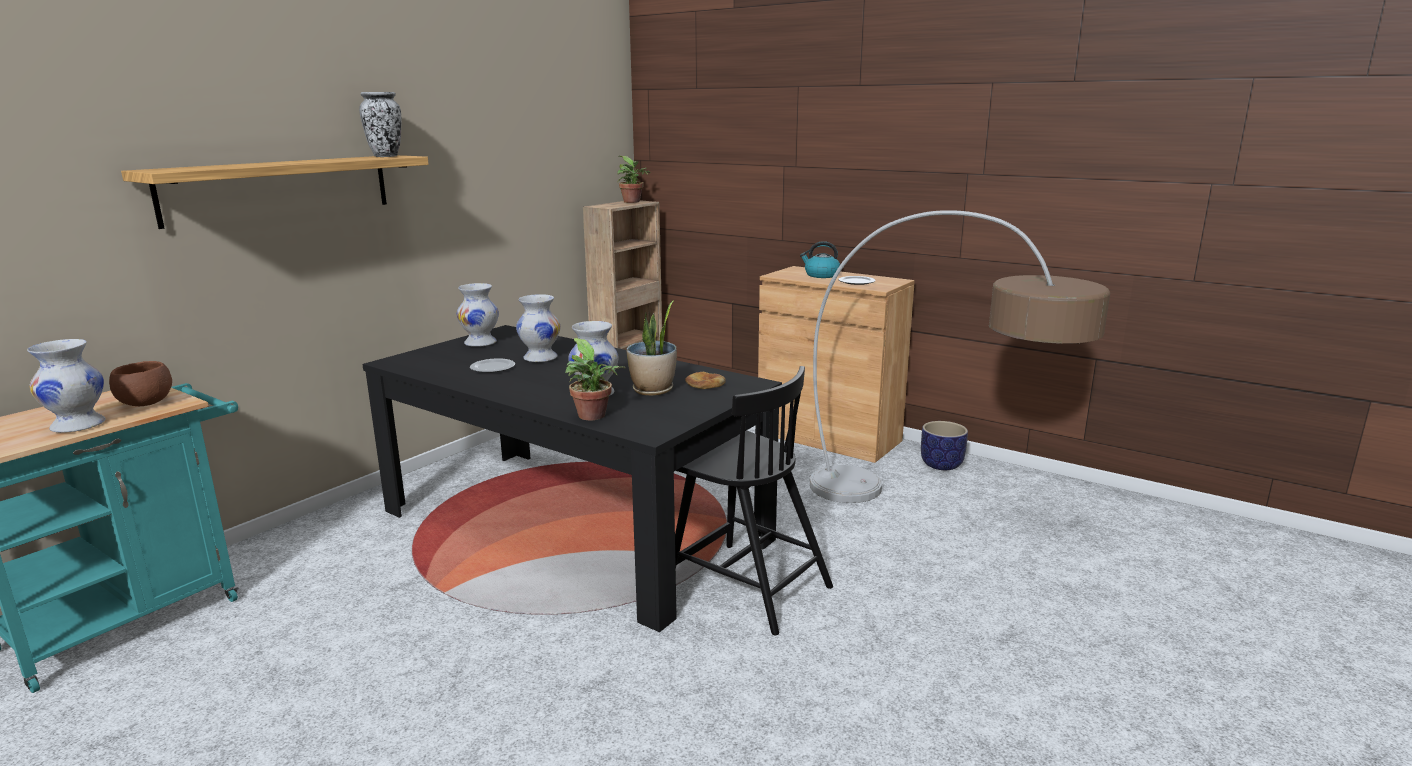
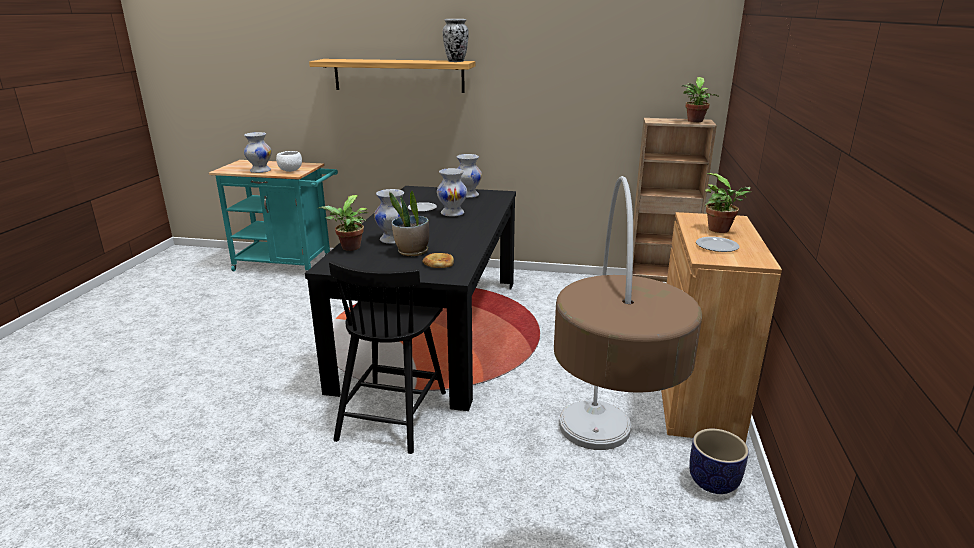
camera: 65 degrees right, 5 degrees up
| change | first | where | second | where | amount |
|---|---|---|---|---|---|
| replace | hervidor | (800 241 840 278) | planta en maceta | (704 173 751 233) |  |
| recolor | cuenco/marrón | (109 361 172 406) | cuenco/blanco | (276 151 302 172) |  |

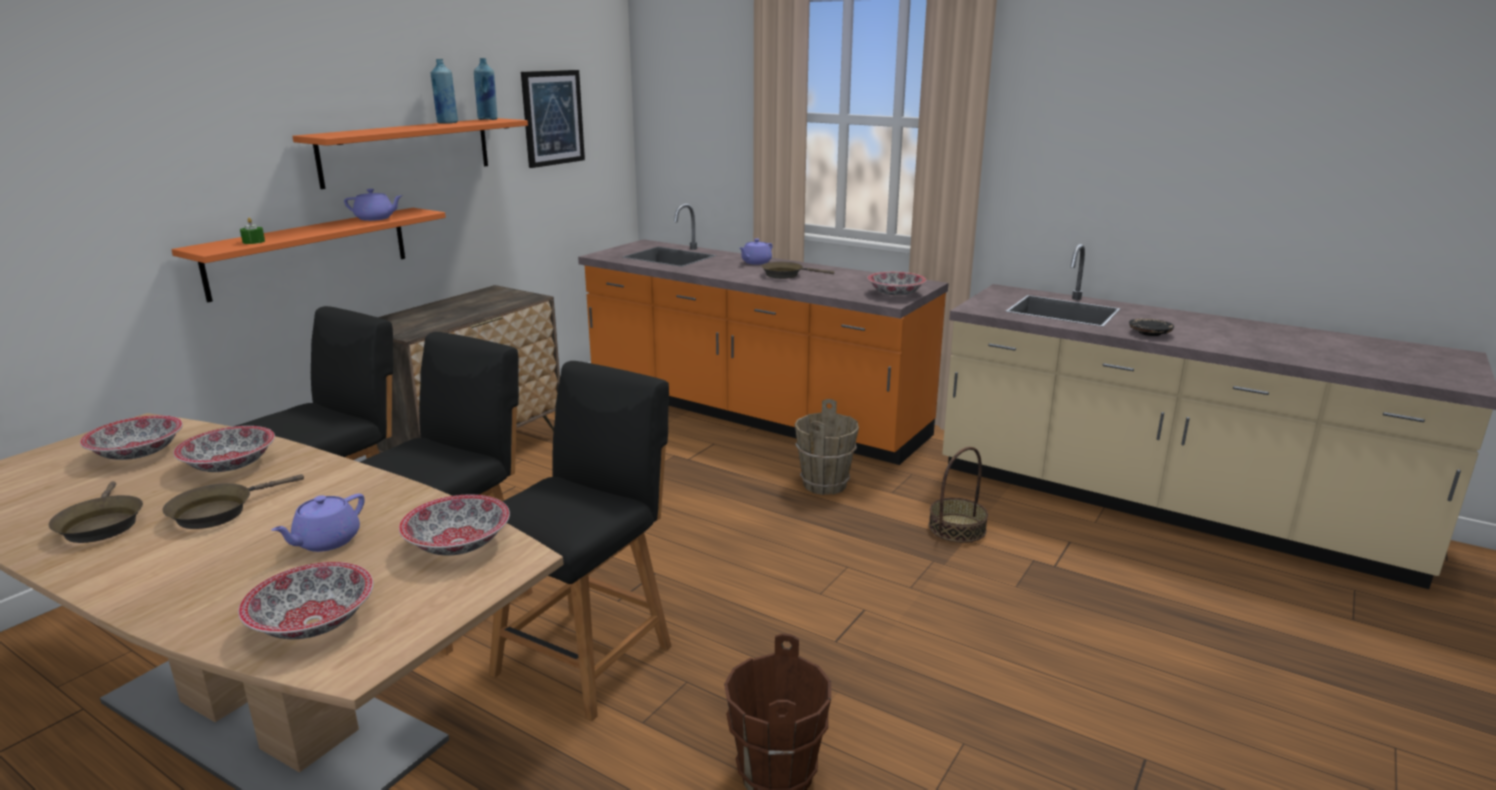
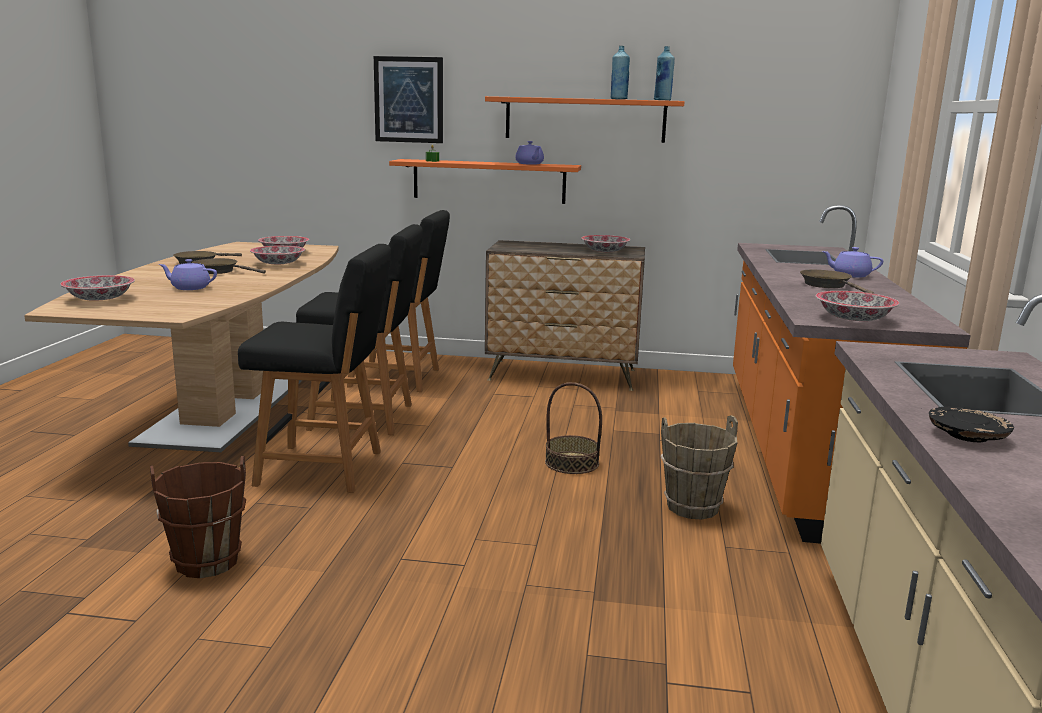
camera: 65 degrees right, 5 degrees down
| change | first | where | second | where | amount |
|---|---|---|---|---|---|
| move | cuadro | (521 70 585 168) |  | (374 56 443 143) |  |
| move | cesta | (928 447 988 543) |  | (545 382 602 474) |  |
| move | cuenco | (399 495 510 556) |  | (581 235 630 252) |  |

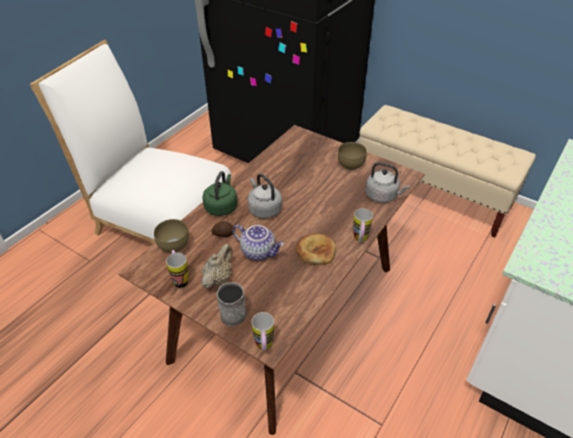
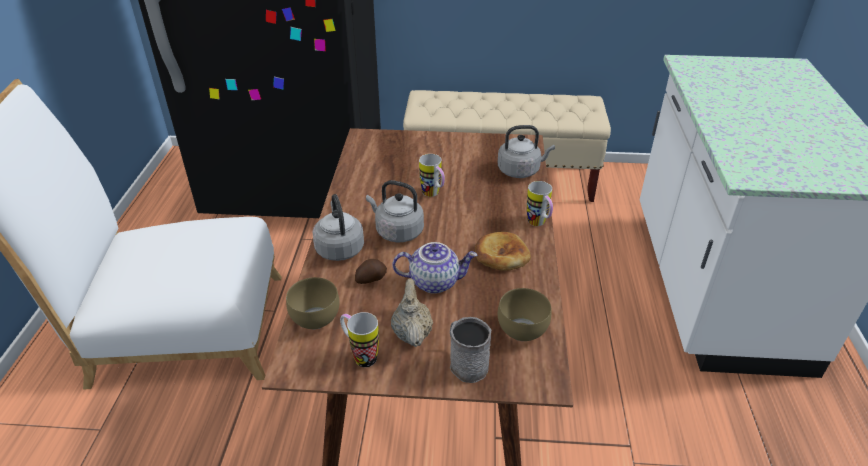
camera: 30 degrees left, 5 degrees down
| change | first | where | second | where | amount |
|---|---|---|---|---|---|
| move | cuenco/marrón | (338 142 367 170) |  | (498 288 551 341) |  |
| recolor | hervidor/verde | (202 171 238 216) | hervidor/gris | (313 194 364 261) |  |
| move | taza grande | (252 312 274 350) |  | (419 154 445 197) |  |

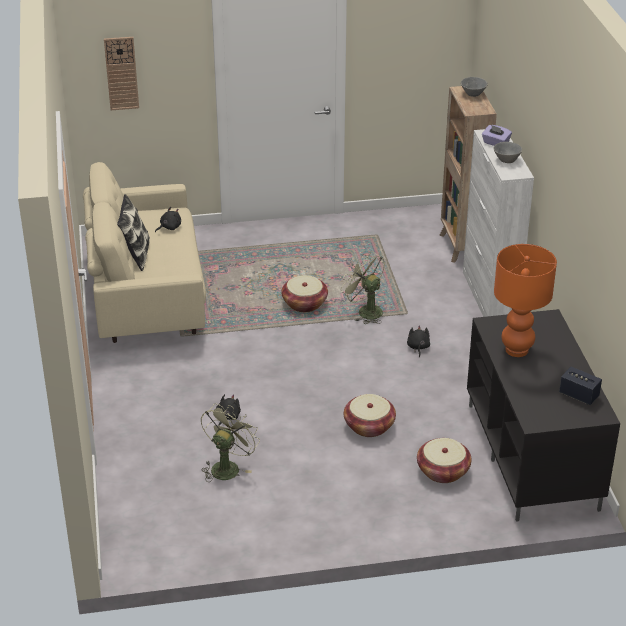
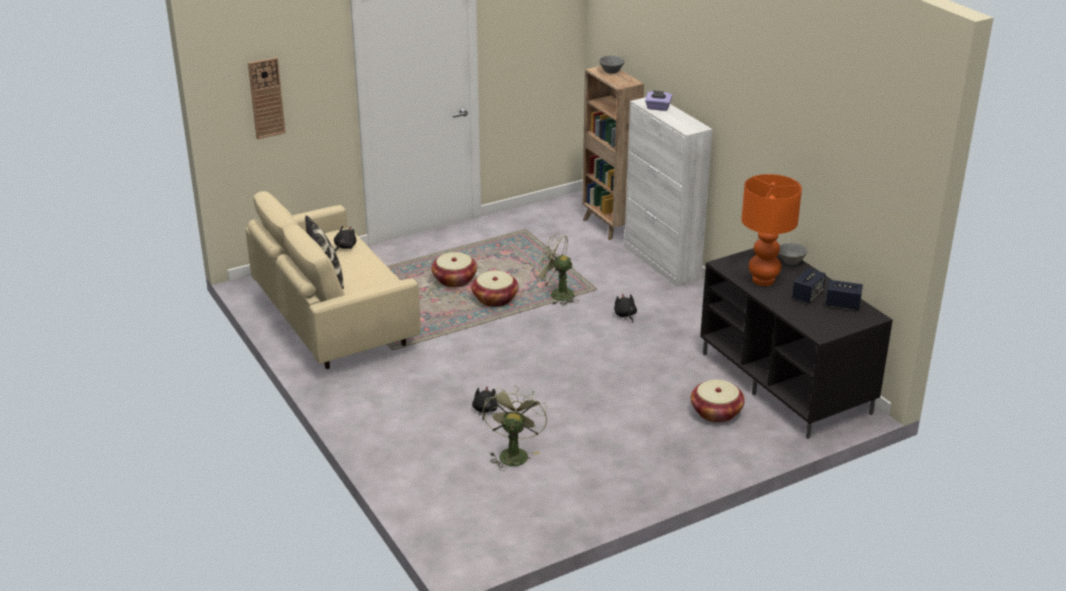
camera: 20 degrees left, 5 degrees down
| change | first | where | second | where | amount |
|---|---|---|---|---|---|
| move | cuenco/gris | (493 142 522 163) |  | (779 243 808 265) |  |
| move | cesta | (344 394 396 437) |  | (431 252 477 287) |  |
| insert |  |  | altavoz | (792 268 826 303) |  |

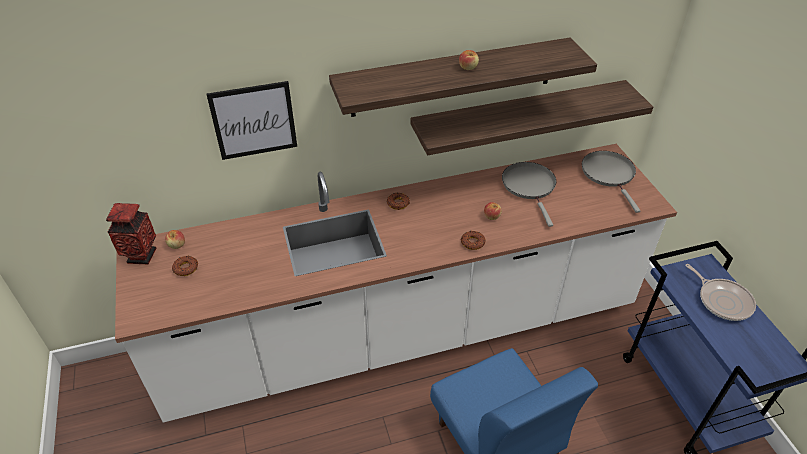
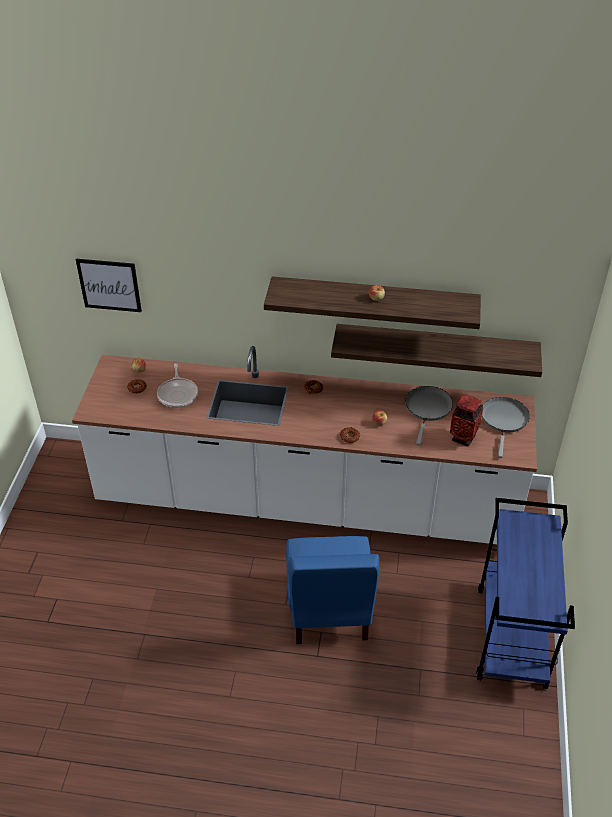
camera: 25 degrees right, 0 degrees up
| change | first | where | second | where | amount |
|---|---|---|---|---|---|
| move | cuadro | (207 81 297 160) |  | (76 259 142 312) |  |
| move | florero | (106 203 156 265) |  | (450 394 483 447) |  |
| move | sartén | (685 264 756 321) |  | (157 363 198 408) |  |

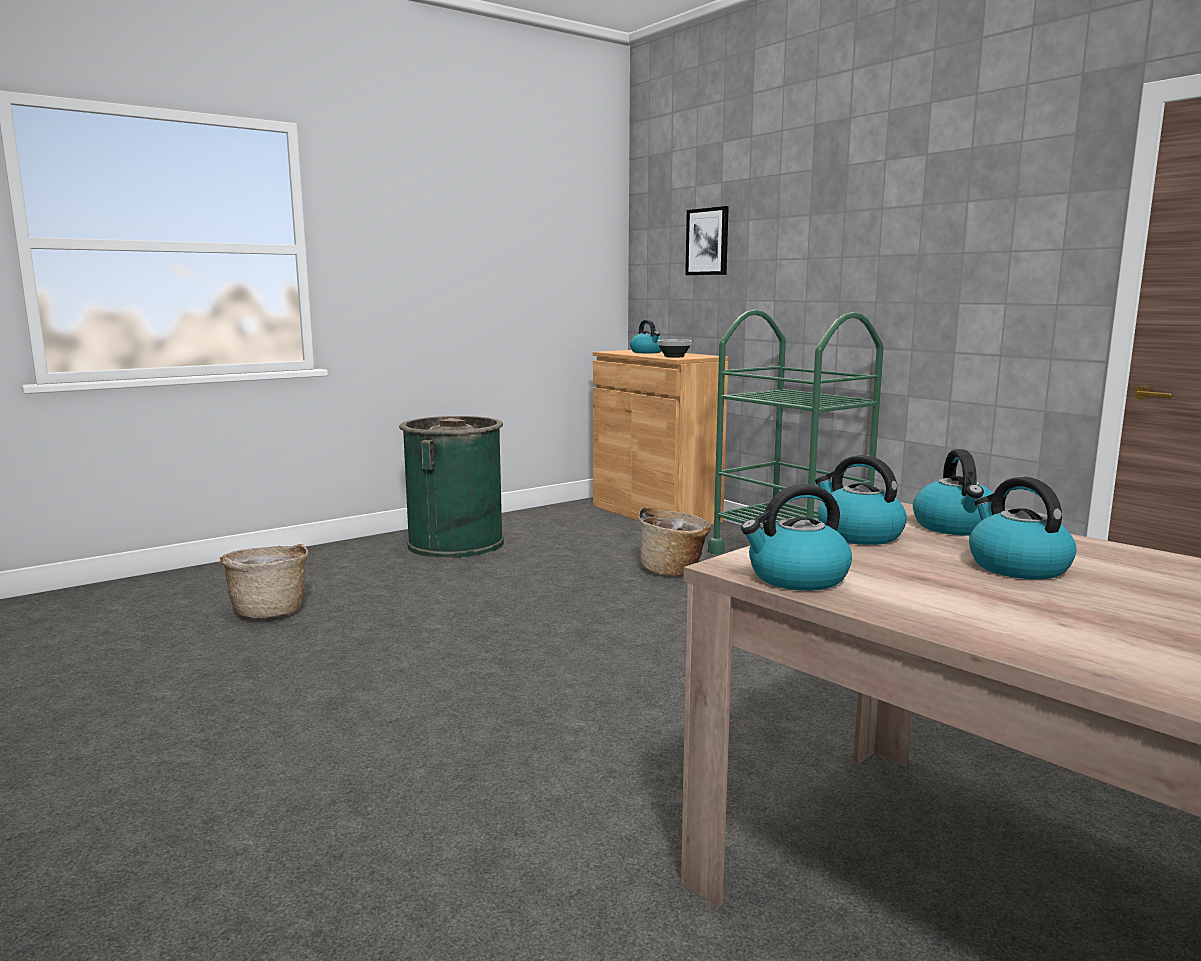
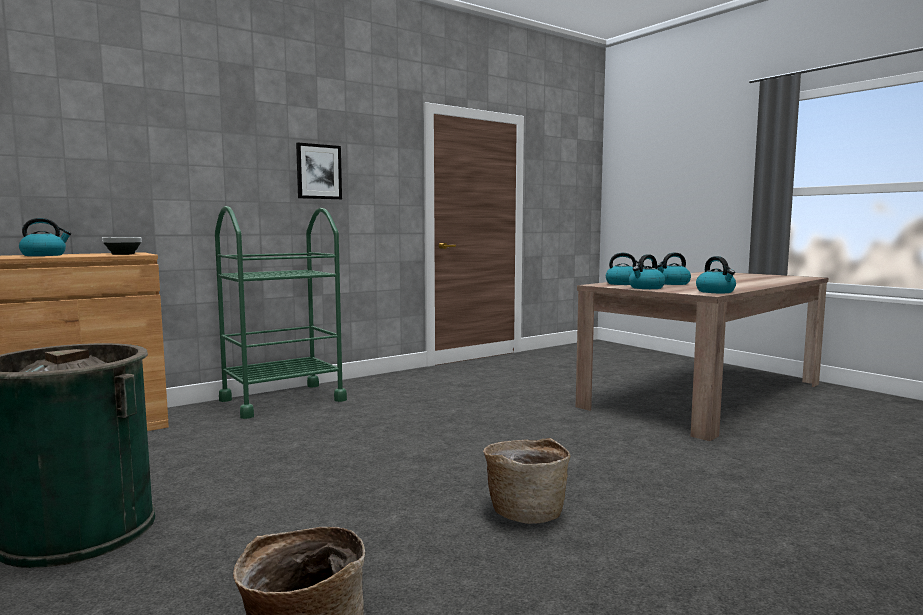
camera: 90 degrees left, 5 degrees down
| change | first | where | second | where | amount |
|---|---|---|---|---|---|
| move | cuadro | (685 206 729 275) |  | (296 142 342 200) |  |
| move | cesta | (638 507 711 575) |  | (483 438 570 524) |  |

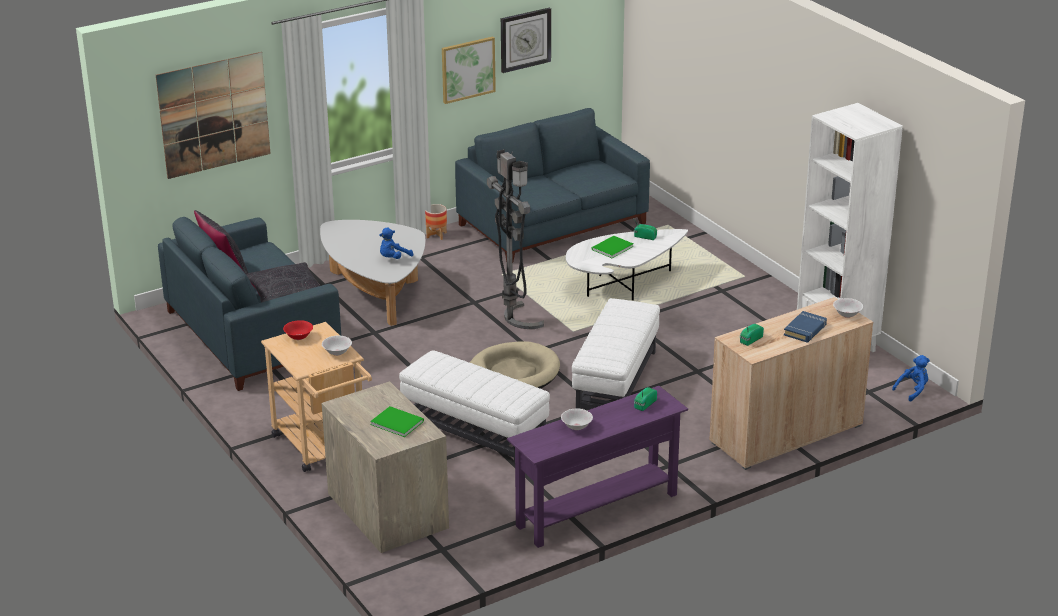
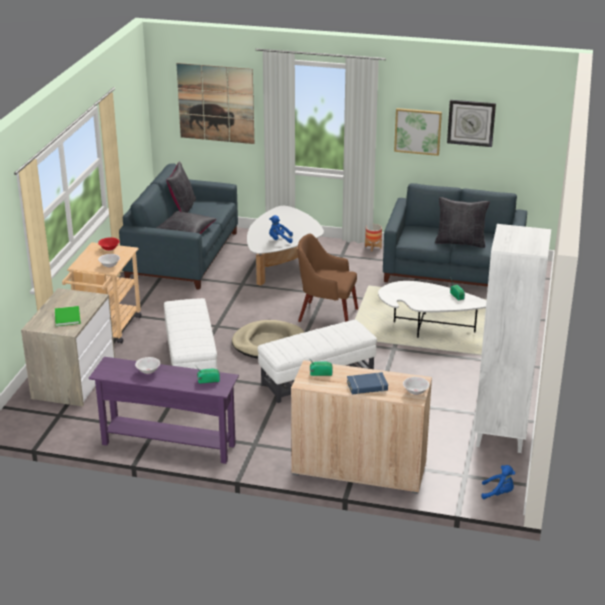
camera: 45 degrees right, 0 degrees up
| change | first | where | second | where | amount |
|---|---|---|---|---|---|
| replace | lámpara de pie/gris | (487 149 544 329) | sillón/marrón | (297 234 358 322) |  |
| delete | libro/verde | (592 236 634 258) |  |  |  |
| insert |  |  | cojín/negro | (435 197 490 248) |  |

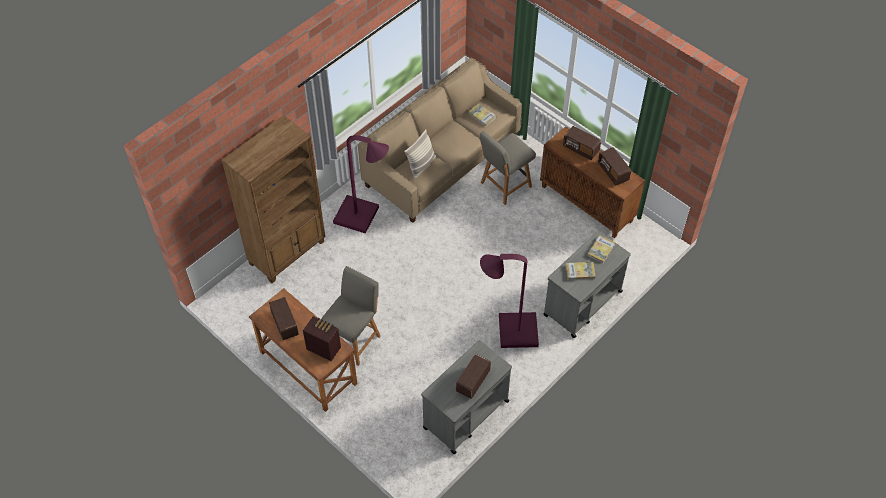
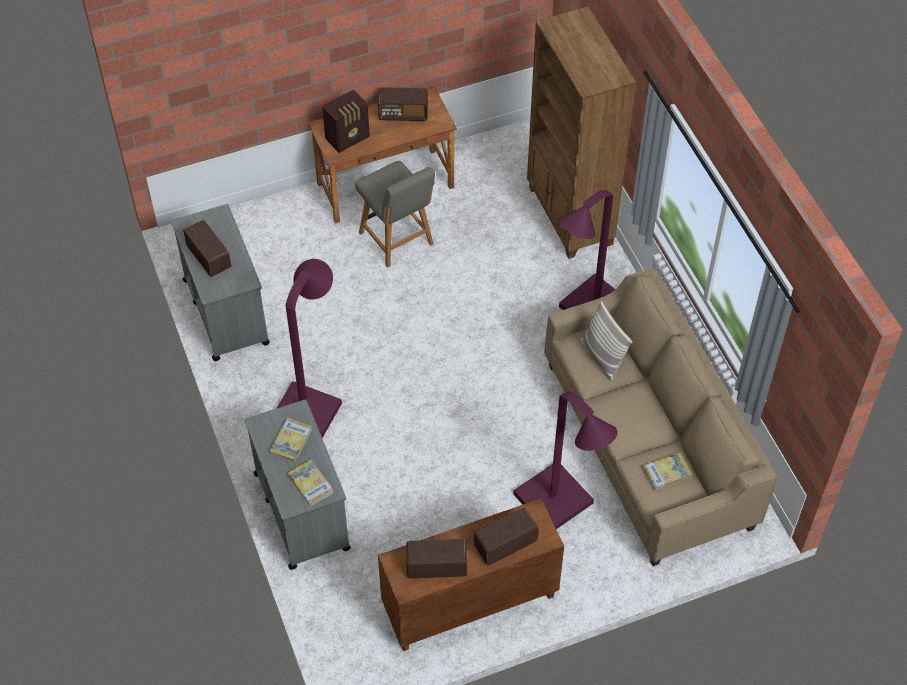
camera: 115 degrees right, 0 degrees up
| change | first | where | second | where | amount |
|---|---|---|---|---|---|
| replace | silla/gris | (480 131 536 205) | lámpara de pie/morado | (513 392 618 529) |  |

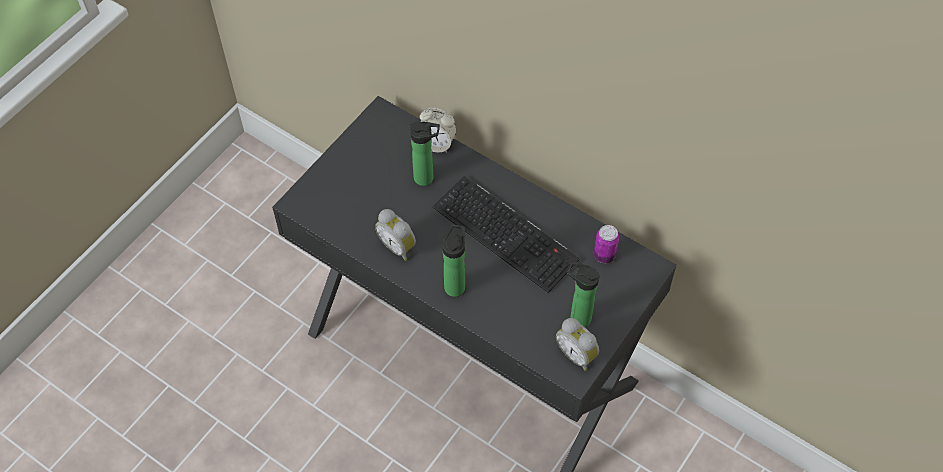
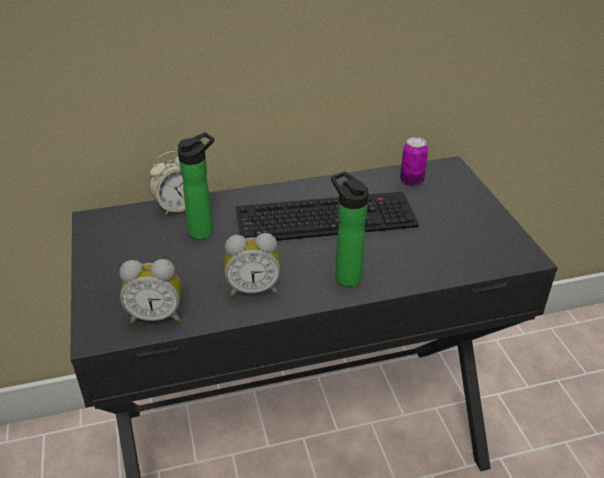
camera: 50 degrees left, 20 degrees down
| change | first | where | second | where | amount |
|---|---|---|---|---|---|
| delete | botella | (567 262 600 327) |  |  |  |
| move | despertador | (556 318 599 371) |  | (119 259 182 324) |  |

